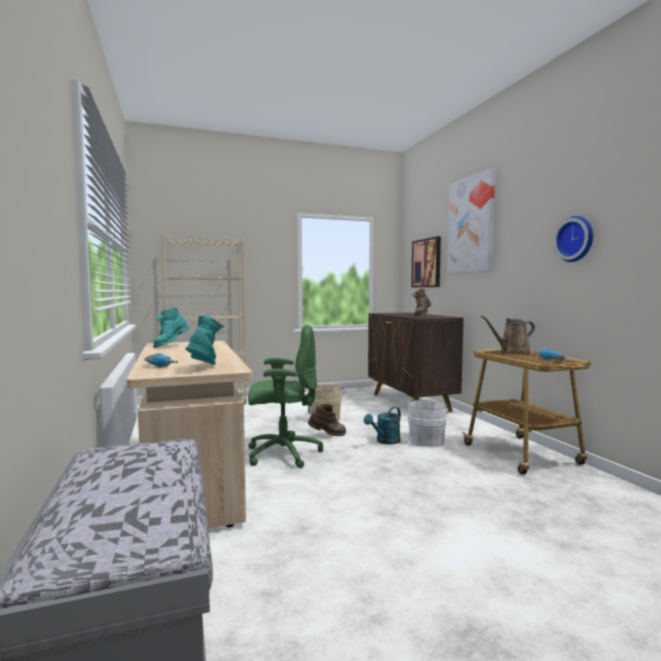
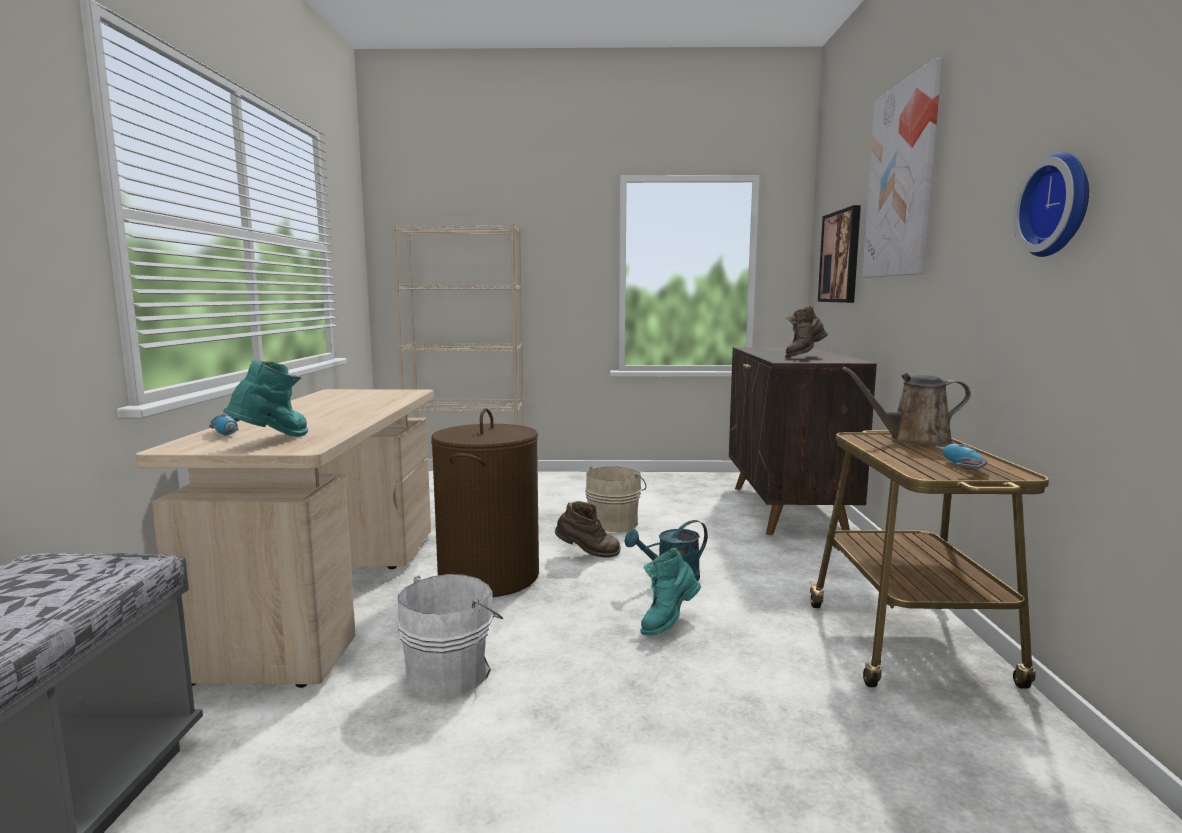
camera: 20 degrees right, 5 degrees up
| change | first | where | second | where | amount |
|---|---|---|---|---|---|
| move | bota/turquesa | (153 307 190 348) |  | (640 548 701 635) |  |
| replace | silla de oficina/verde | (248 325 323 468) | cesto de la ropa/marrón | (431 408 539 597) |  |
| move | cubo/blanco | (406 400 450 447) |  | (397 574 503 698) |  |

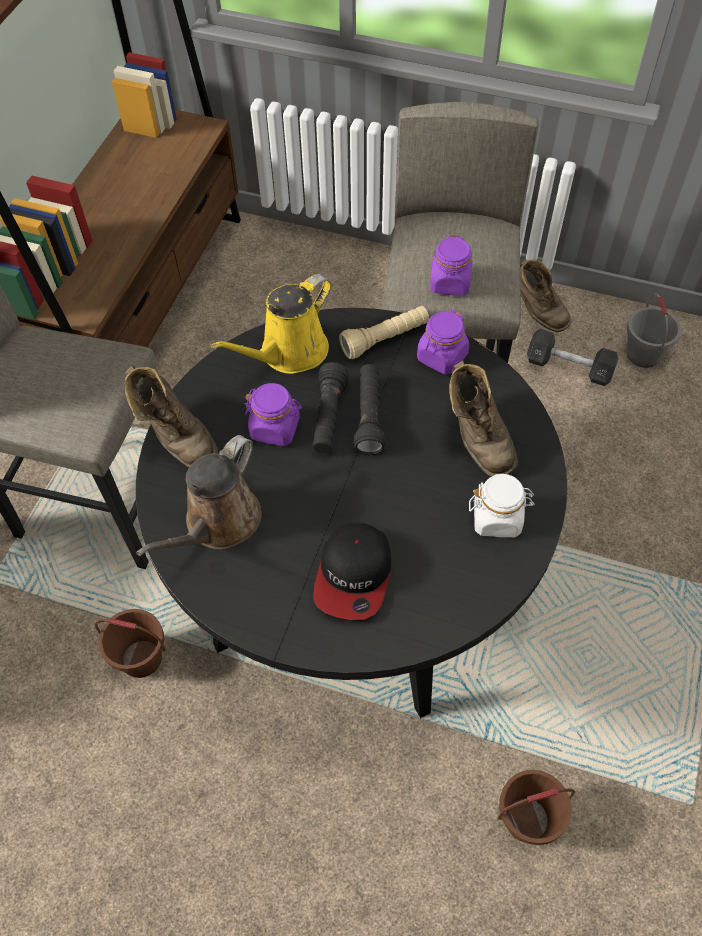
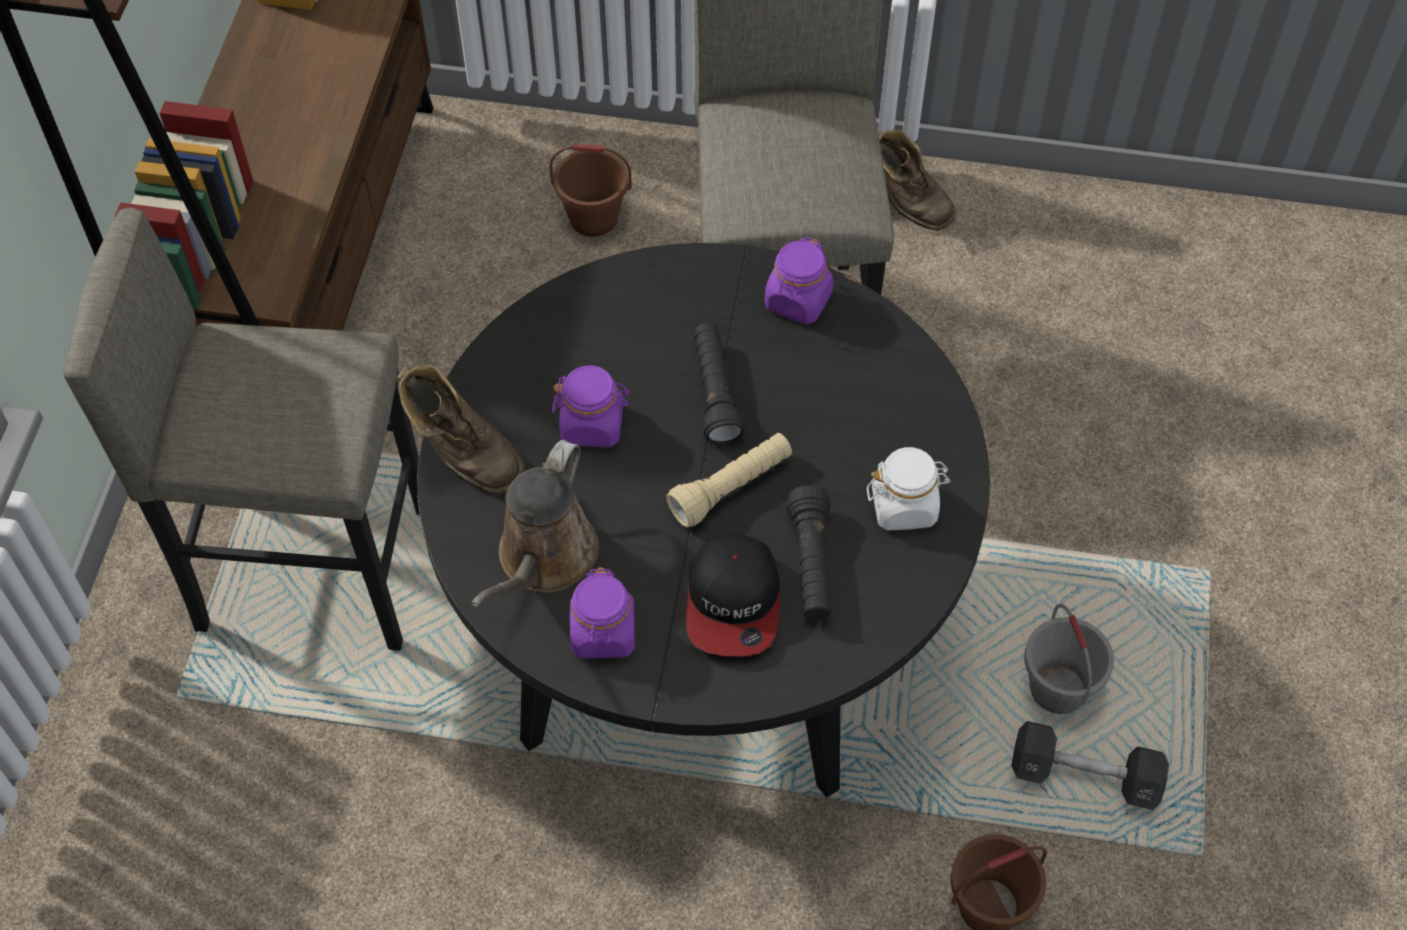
camera: 10 degrees left, 0 degrees up
| change | first | where | second | where | amount |
|---|---|---|---|---|---|
| move | tarro/morado | (430 235 472 296) |  | (570 567 635 658) |  |
| delete | regadera/amarillo | (211 274 331 374) |  |  |  |
| move | cubo/gris | (627 293 681 368) |  | (1024 603 1114 714) |  |
| move | linterna/beis | (339 306 429 359) |  | (666 433 792 528) |  |
| move | mancuerna/negro | (527 329 618 386) |  | (1011 721 1169 810) |  |
| delete | bota/marrón | (449 360 518 477) |  |  |  |
| move | linterna/negro | (312 362 349 453) |  | (786 485 832 620) |  |
| move | cubo/marrón | (95 609 166 678) |  | (549 144 632 237) |  |

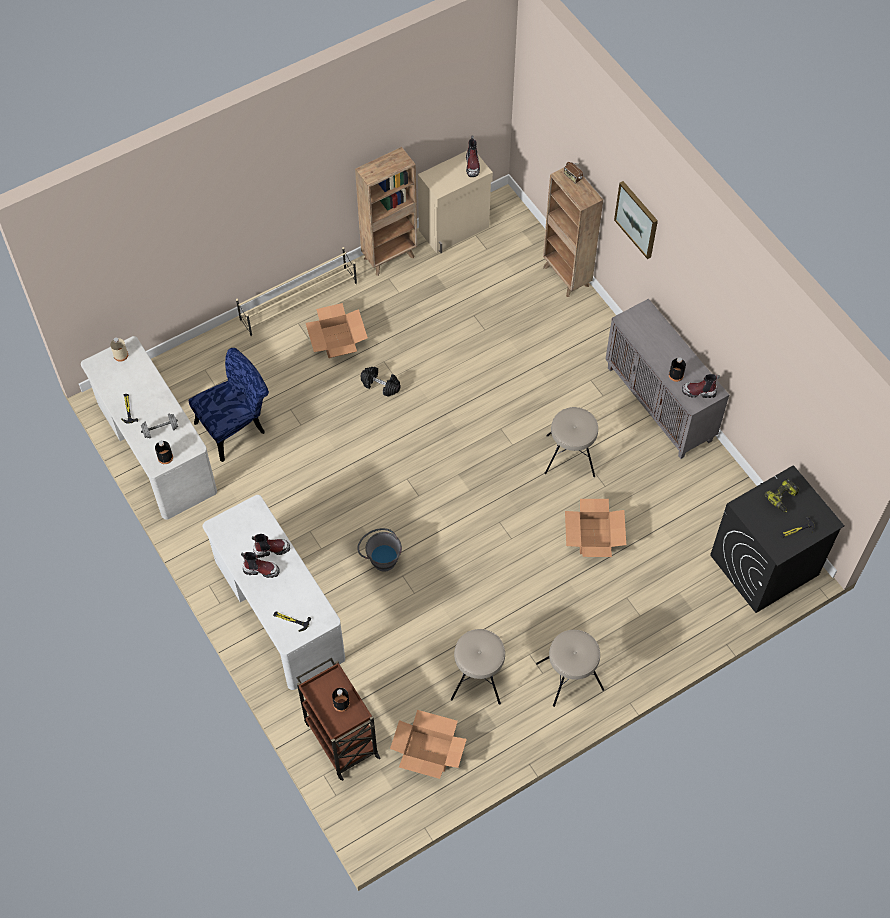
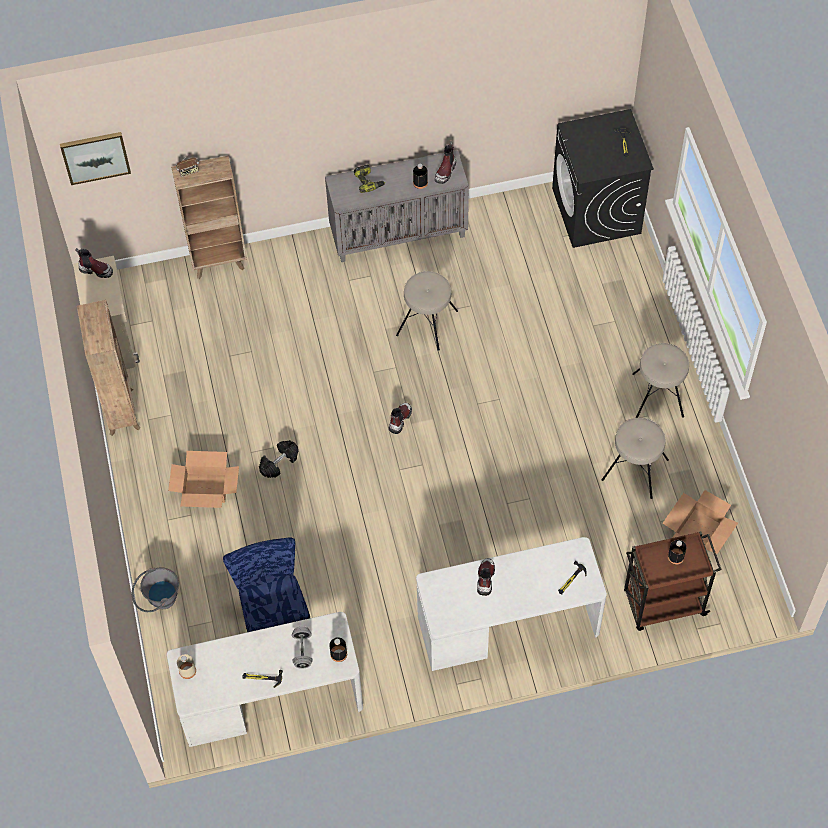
camera: 70 degrees left, 0 degrees up
| change | first | where | second | where | amount |
|---|---|---|---|---|---|
| move | cuadro | (614 181 658 259) |  | (60 132 131 185) |  |
| delete | zapatero/beis | (236 247 357 337) |  |  |  |
| move | taladro | (764 479 799 512) |  | (354 165 385 193) |  |
| delete | caja de cartón | (565 499 626 557) |  |  |  |
| move | cubo/gris | (357 528 402 572) |  | (132 567 179 612) |  |
| move | bota | (241 552 280 578) |  | (389 403 412 434) |  |

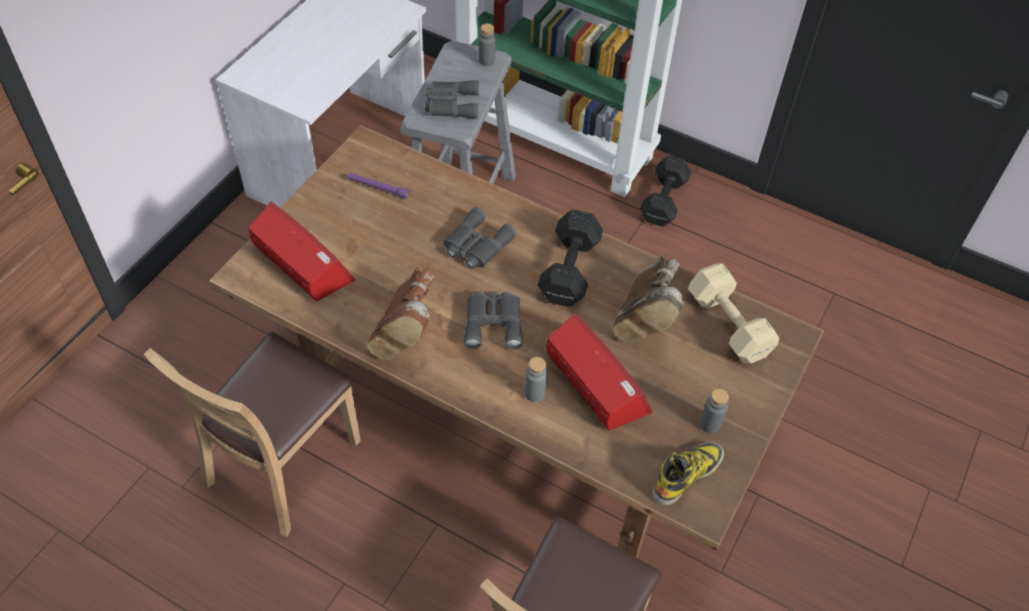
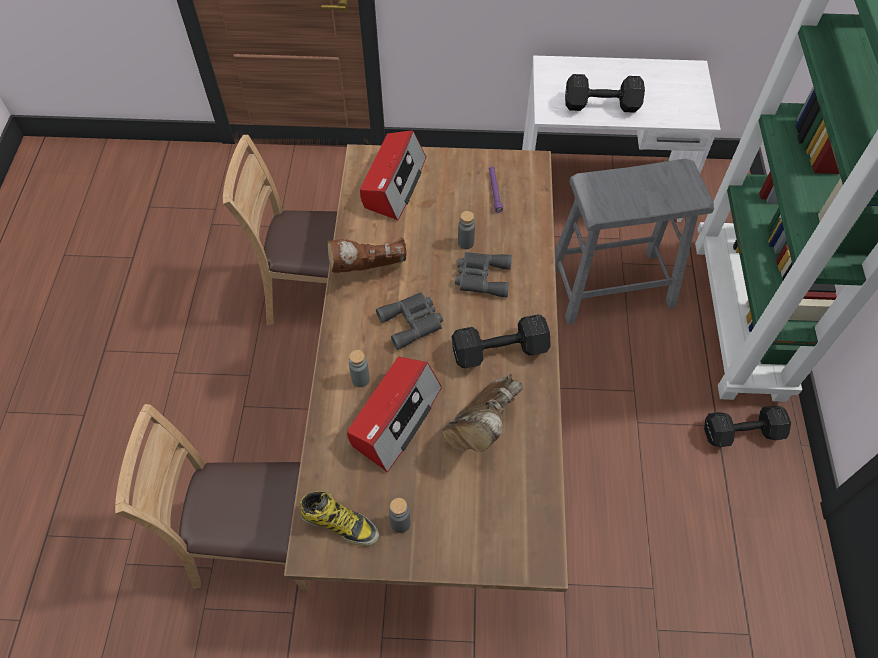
camera: 65 degrees right, 5 degrees up
| change | first | where | second | where | amount |
|---|---|---|---|---|---|
| move | botella/gris | (479 24 495 66) |  | (458 211 475 249) |  |
| delete | prismáticos/gris | (425 80 479 119) |  |  |  |
| rotate | bota/marrón | (612 254 684 344) |  | (442 374 523 452) | 45 degrees counterclockwise |
| delete | mancuerna/beis | (688 263 779 364) |  |  |  |
| insert |  |  | mancuerna/negro | (565 74 645 113) |  |

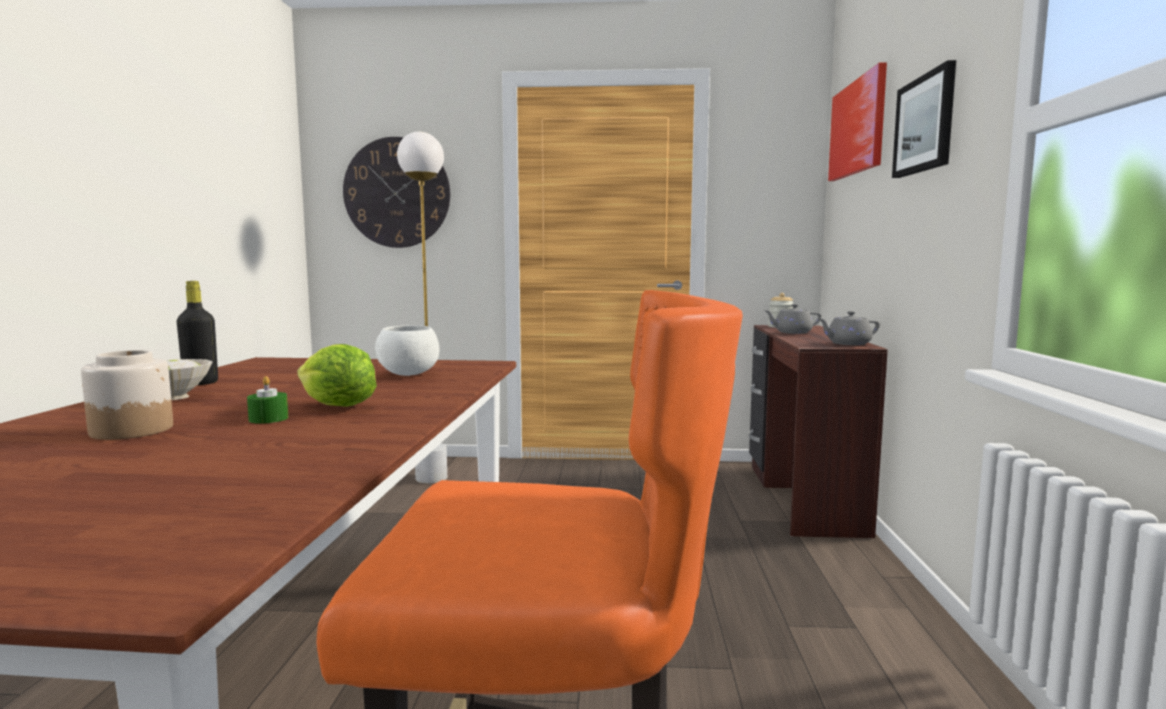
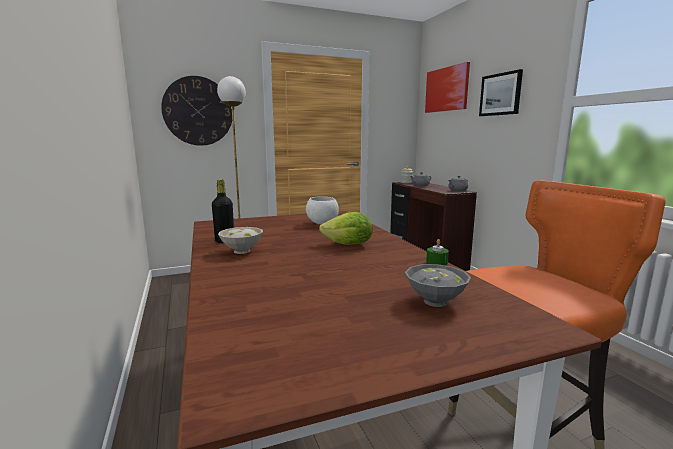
camera: 25 degrees left, 5 degrees up
| change | first | where | second | where | amount |
|---|---|---|---|---|---|
| delete | tarro | (81 350 173 440) |  |  |  |
| move | vela/verde | (247 376 288 424) |  | (426 239 449 266) |  |
| insert |  |  | cuenco/gris | (405 264 471 307) |  |

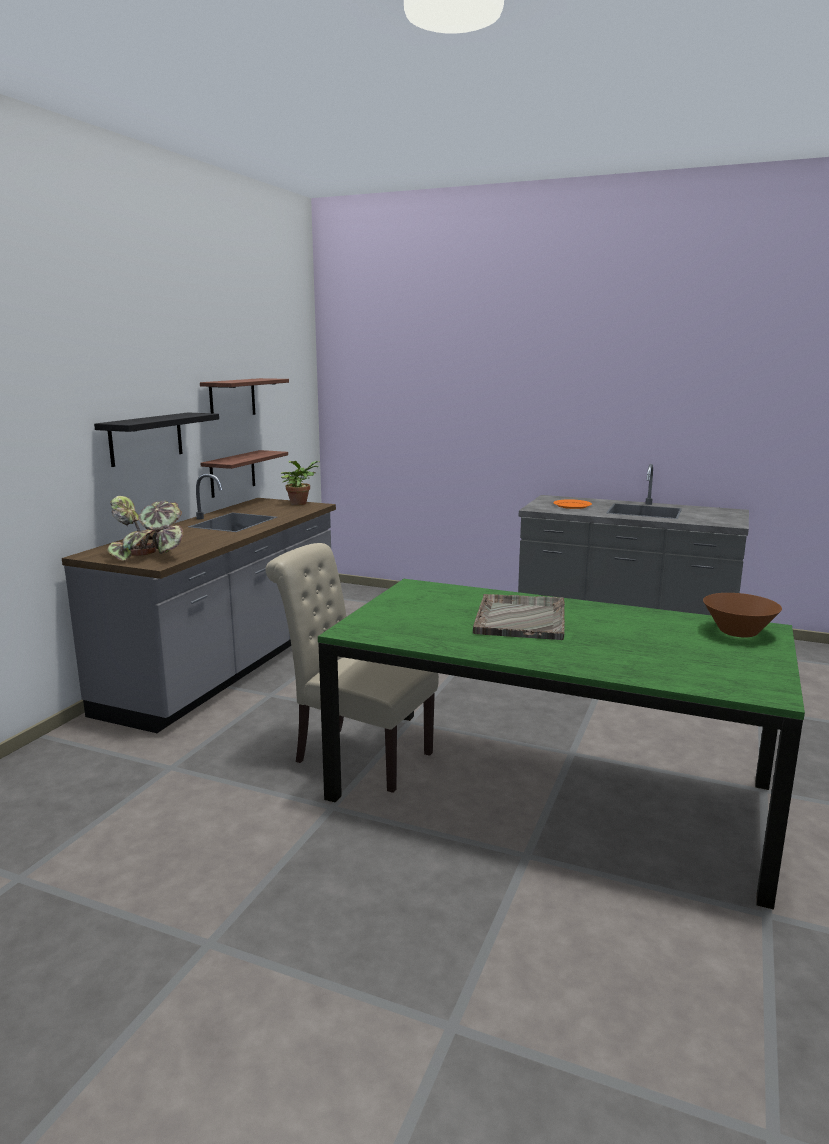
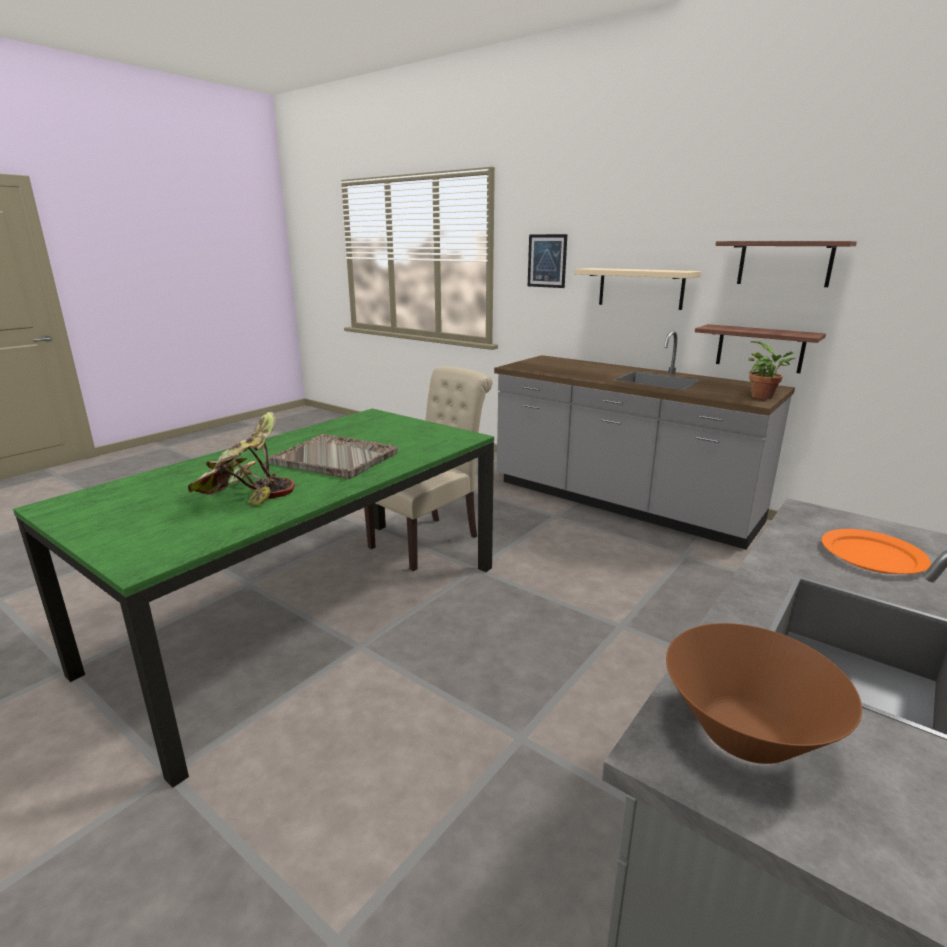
camera: 105 degrees right, 5 degrees up
| change | first | where | second | where | amount |
|---|---|---|---|---|---|
| recolor | estante/negro | (94 413 219 467) | estante/beis | (574 268 701 310) |  |
| move | planta en maceta | (107 496 183 561) |  | (188 412 295 506) |  |
| move | cuenco/marrón | (703 593 782 638) |  | (666 623 862 764) |  |
| insert |  |  | cuadro | (528 234 567 288) |  |

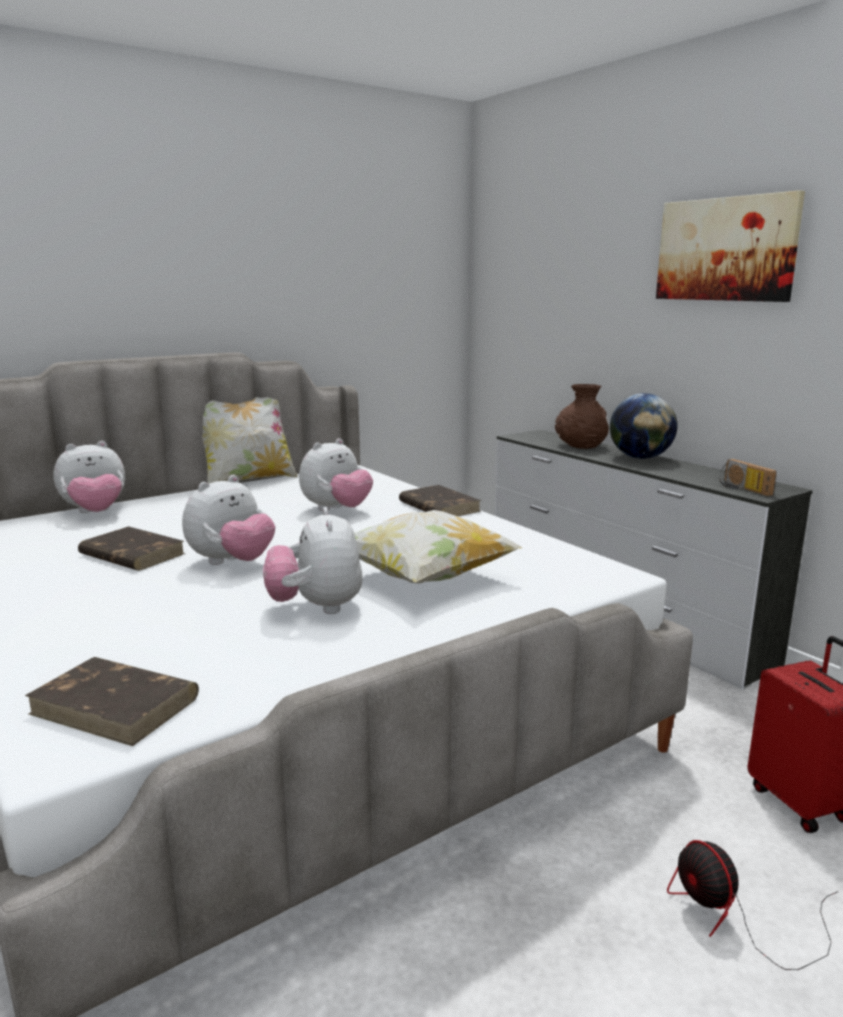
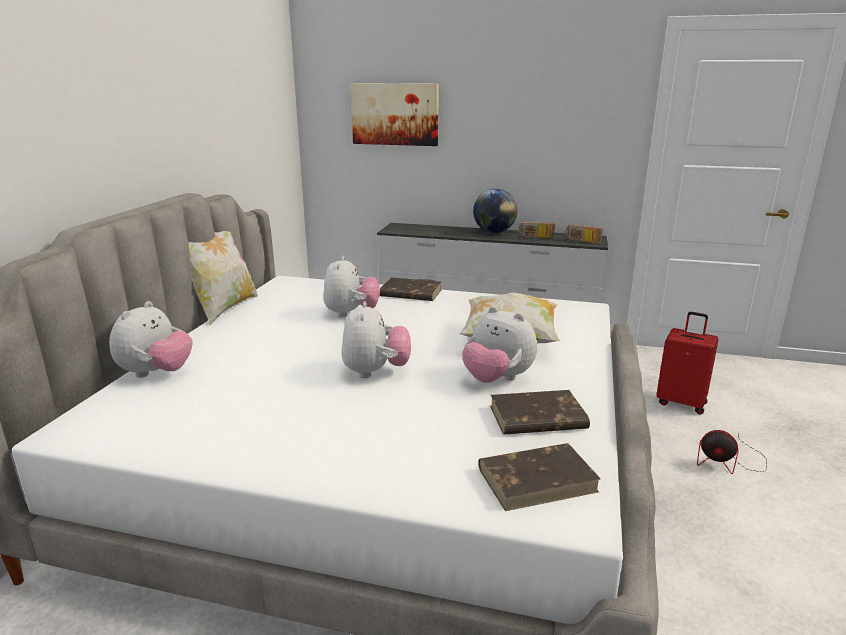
camera: 40 degrees left, 5 degrees up
| change | first | where | second | where | amount |
|---|---|---|---|---|---|
| move | cuadro | (656 190 805 302) |  | (350 83 439 146) |  |
| delete | florero/marrón | (555 384 609 449) |  |  |  |
| move | libro/marrón | (78 526 185 571) |  | (490 390 590 435) |  |
| insert |  |  | radio | (519 222 555 240) |  |

